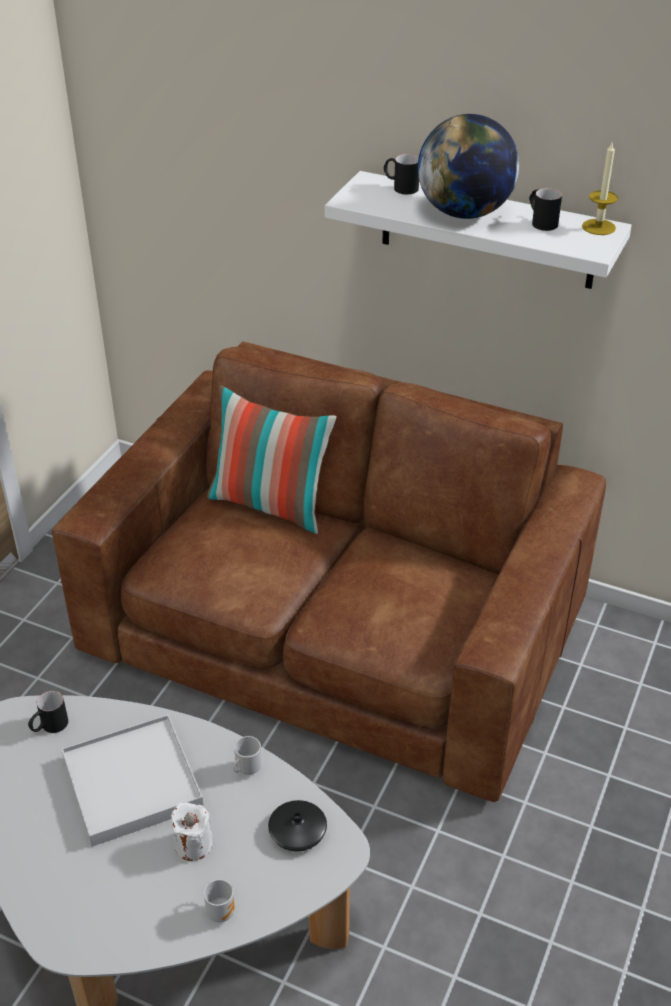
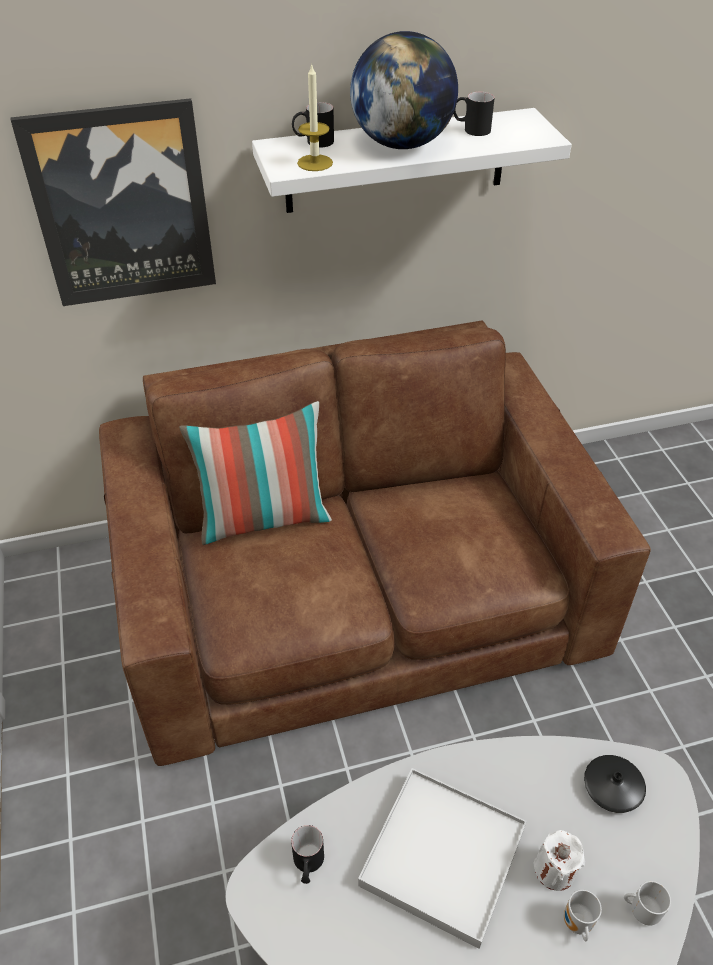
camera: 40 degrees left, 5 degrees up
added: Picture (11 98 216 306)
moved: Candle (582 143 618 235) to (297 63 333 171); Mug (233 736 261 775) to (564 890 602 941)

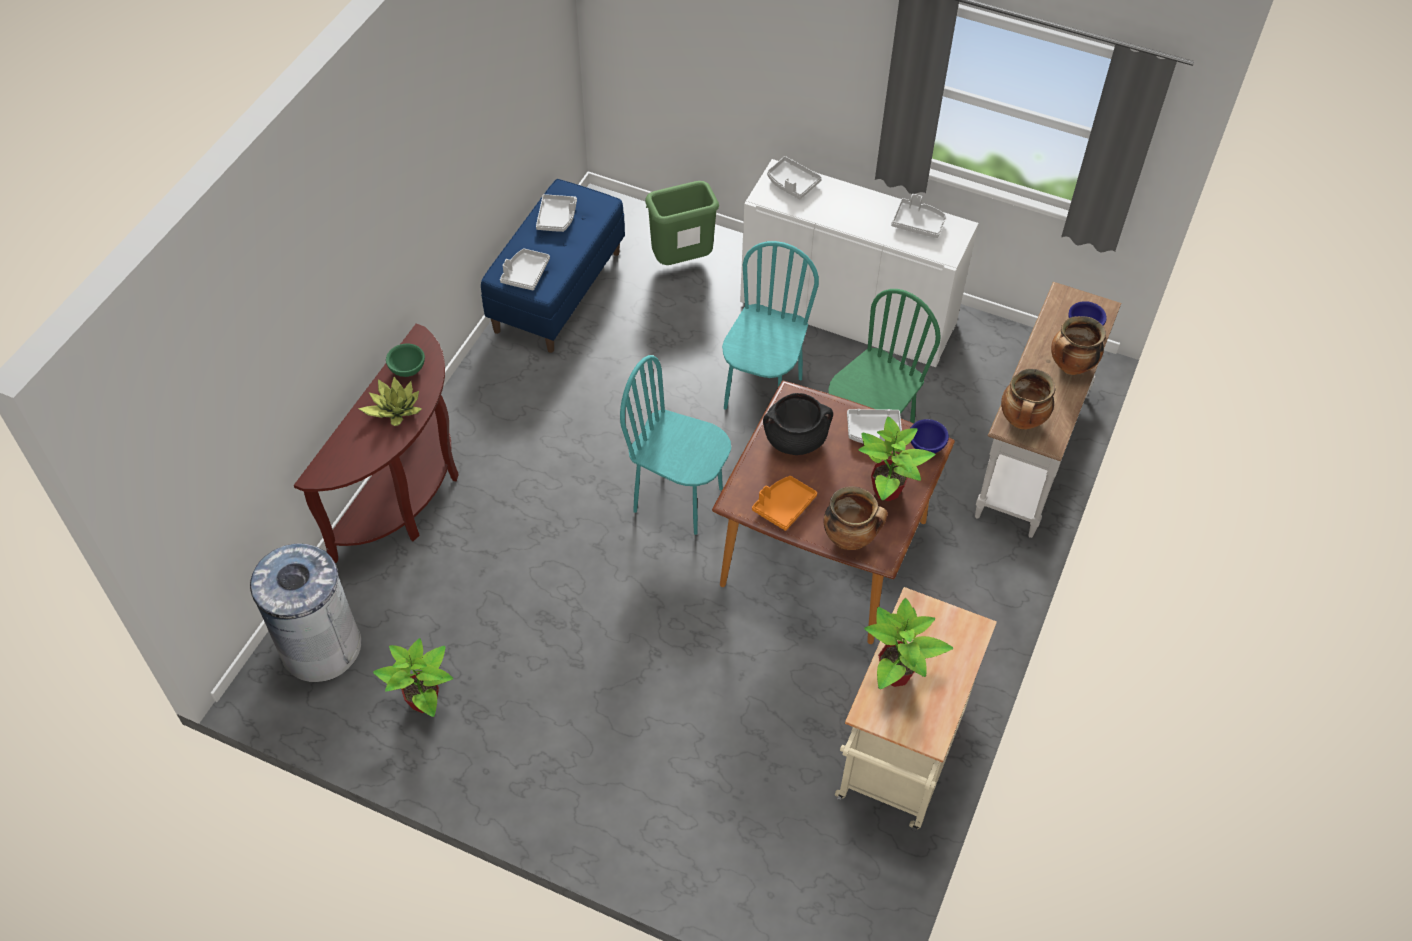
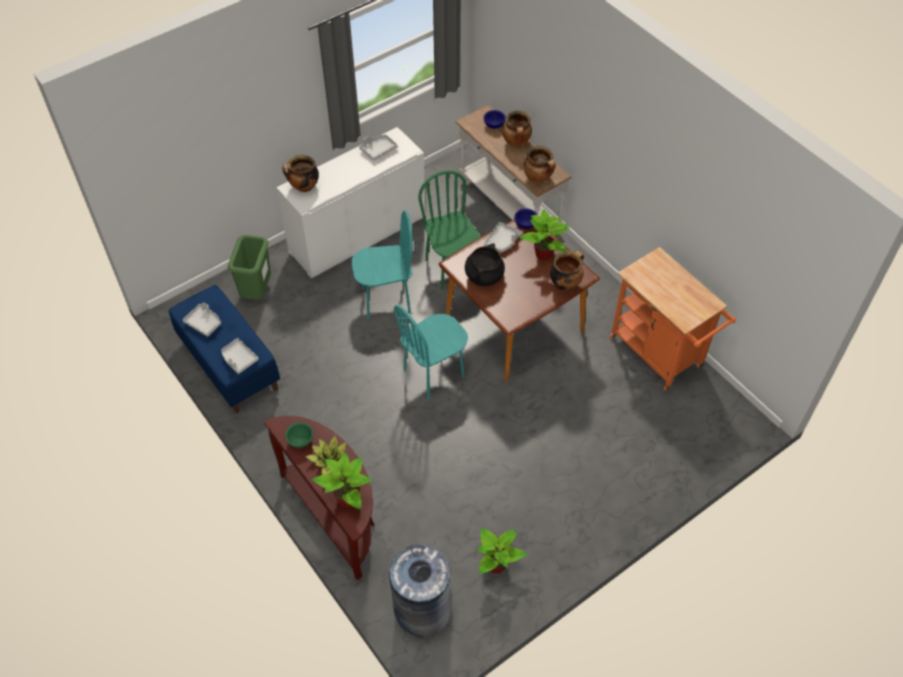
camera: 60 degrees left, 0 degrees up
removed: OrangeTray (752 476 817 531)
moved: PottedPlant (864 598 953 689) to (312 453 372 509)
replaced: GreyTray (767 156 822 199) to CookingPot (282 155 319 192)
recoloured: BeigeCart (835 587 997 831) to OrangeCart (609 247 736 391)
turned: TurquoiseChair (722 241 819 410) = (352 210 413 319) 120 degrees clockwise

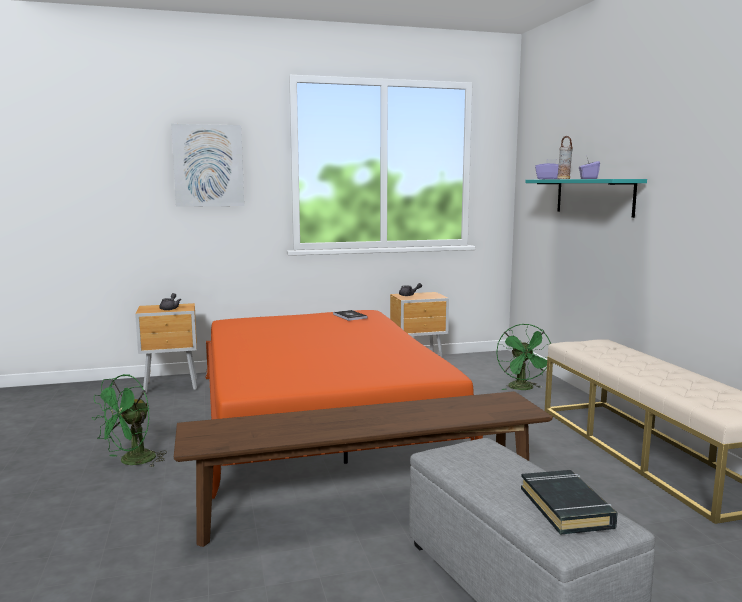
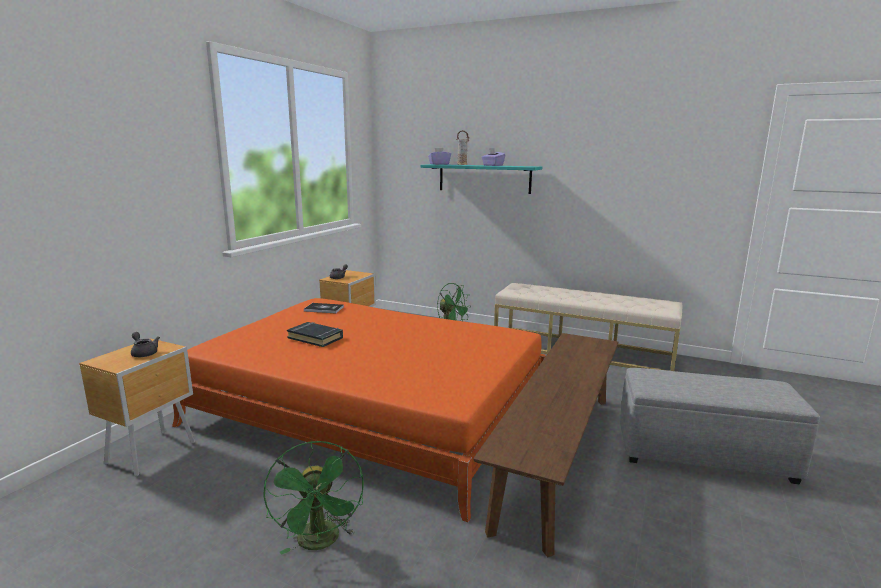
camera: 50 degrees left, 5 degrees up
removed: Picture (171 124 244 207)
moved: BlackBook (521 470 618 535) to (287 322 343 347)

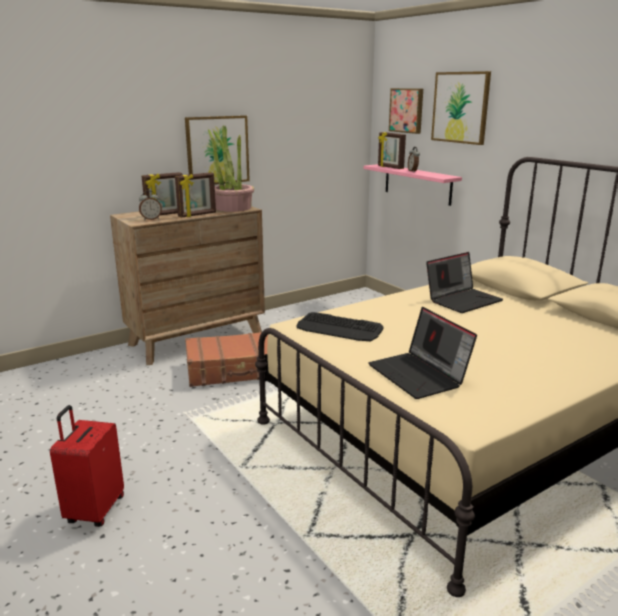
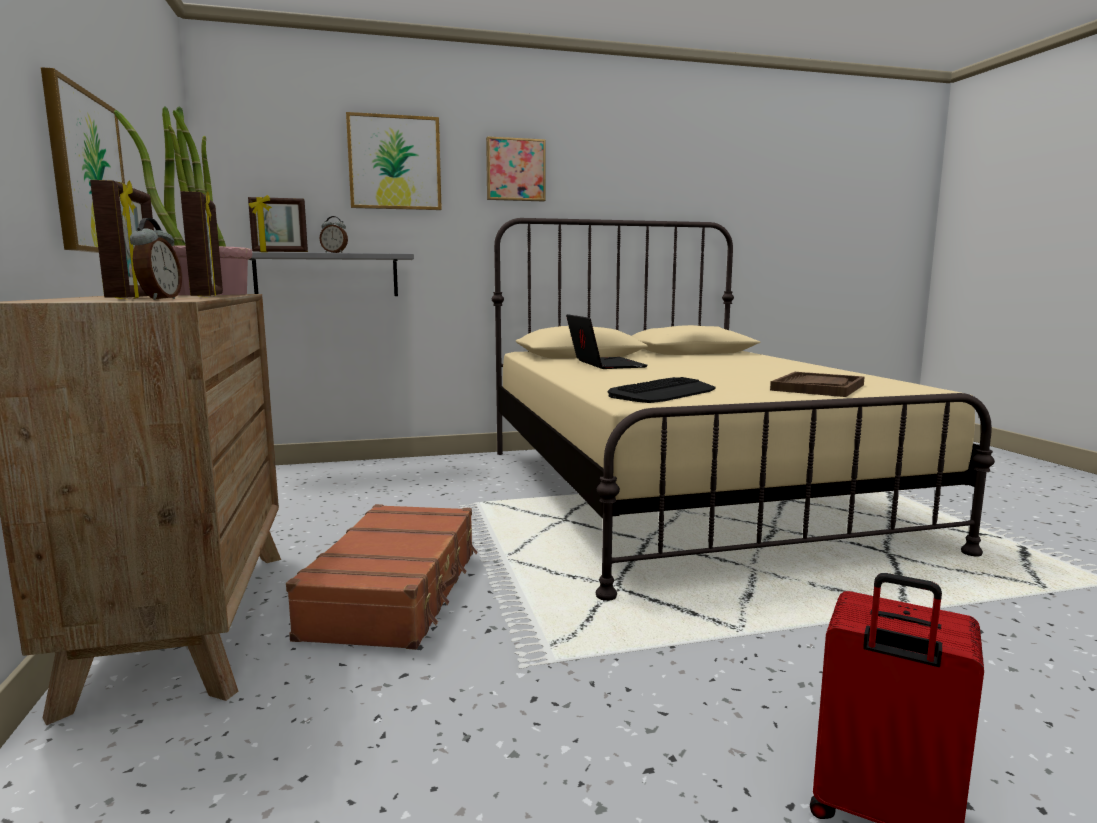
camera: 70 degrees left, 10 degrees down
moved: Picture (389 88 423 134) to (486 136 546 202)
replaced: Laptop (368 307 477 399) to BrownTray (770 372 865 397)
recoloured: PinkShelf (364 164 462 206) to GreyShelf (249 252 414 296)

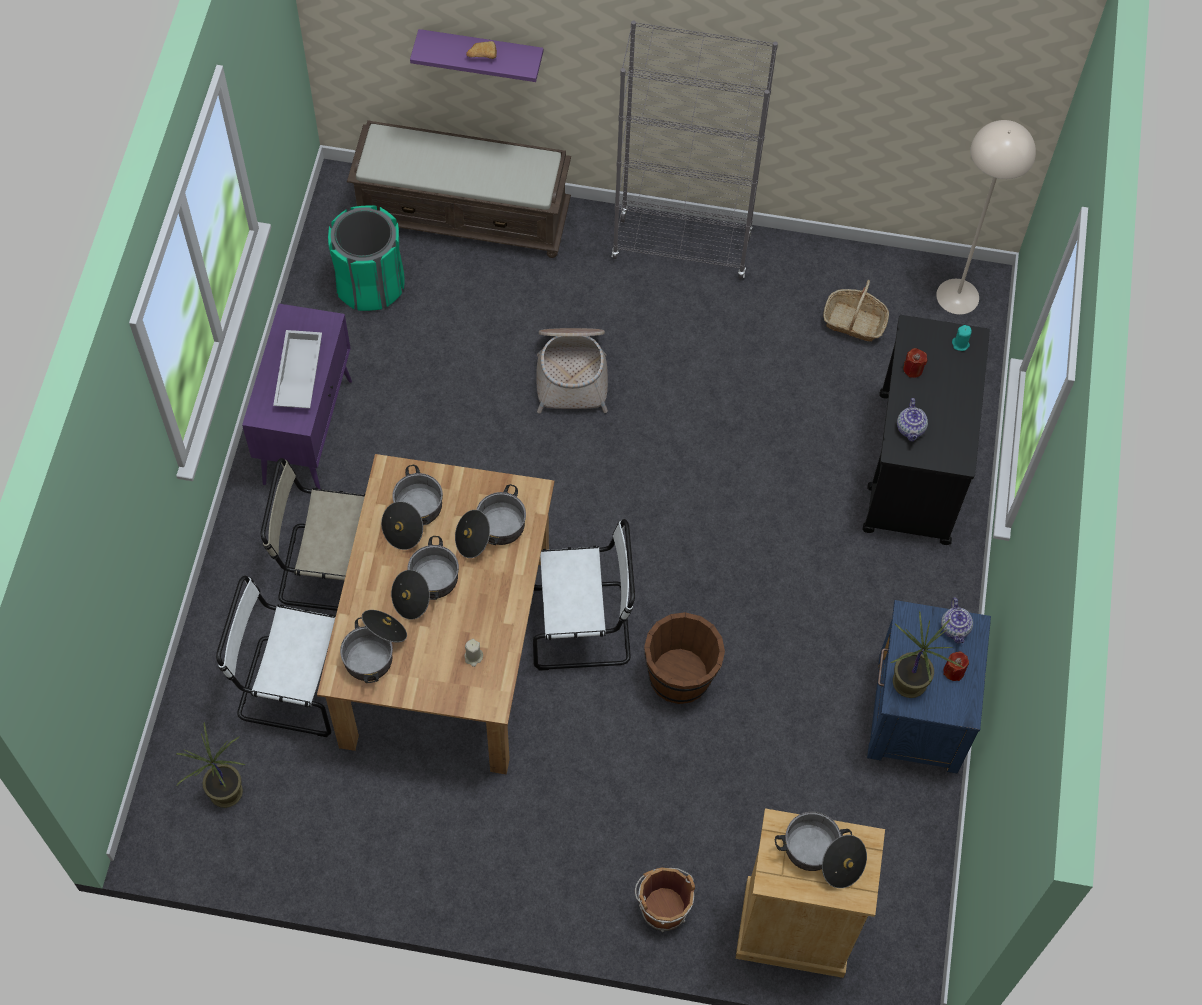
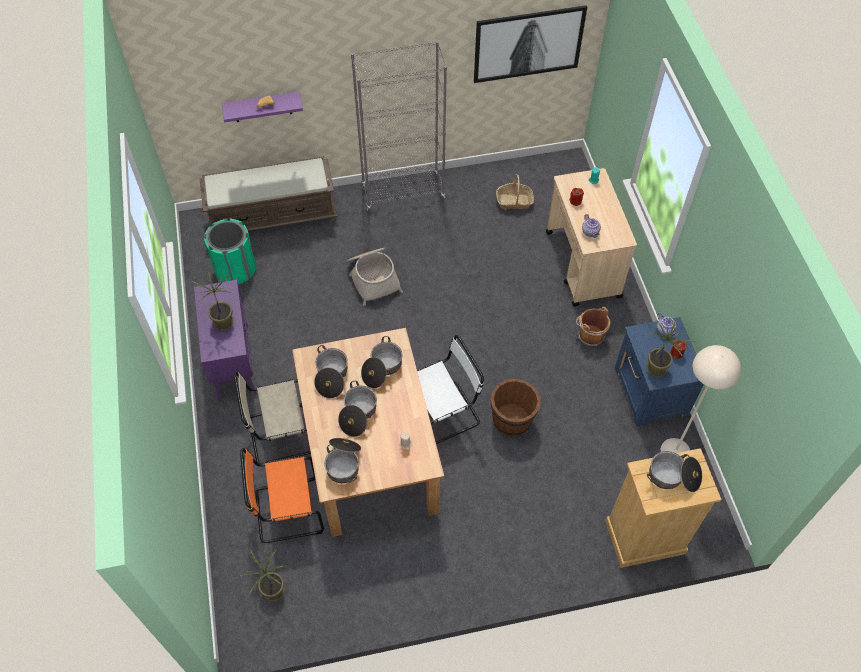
camera: 20 degrees left, 5 degrees down
added: Picture (474 5 587 83)
moved: BeigeFloorLamp (936 120 1036 314) to (661 345 741 453); BrownBucket (635 868 695 932) to (576 307 610 346)
replaced: WhiteTray (273 330 322 408) to PottedPlant (190 272 234 330)
recoloured: BlackCart (863 315 990 545) to BeigeCart (546 168 637 307); WhiteChair (216 576 336 737) to OrangeChair (240 448 324 543)

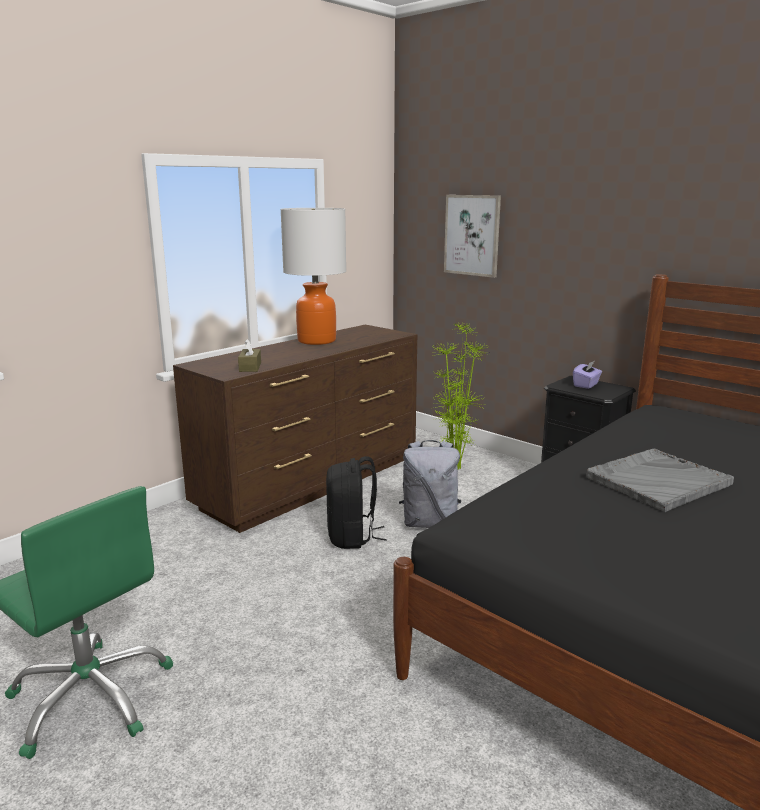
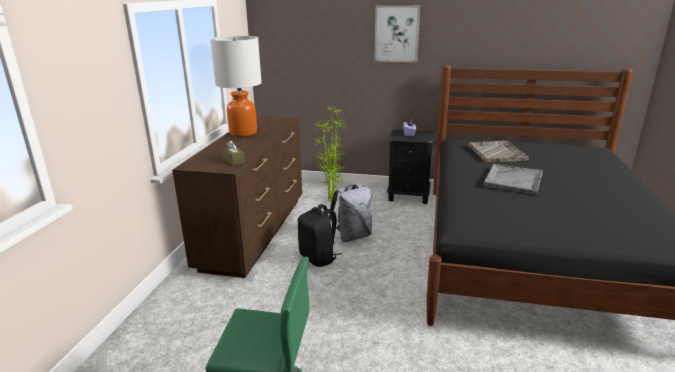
camera: 30 degrees left, 5 degrees up
added: GreyTray (468 141 529 162)
moved: Picture (444 195 501 278) to (374 5 420 62)

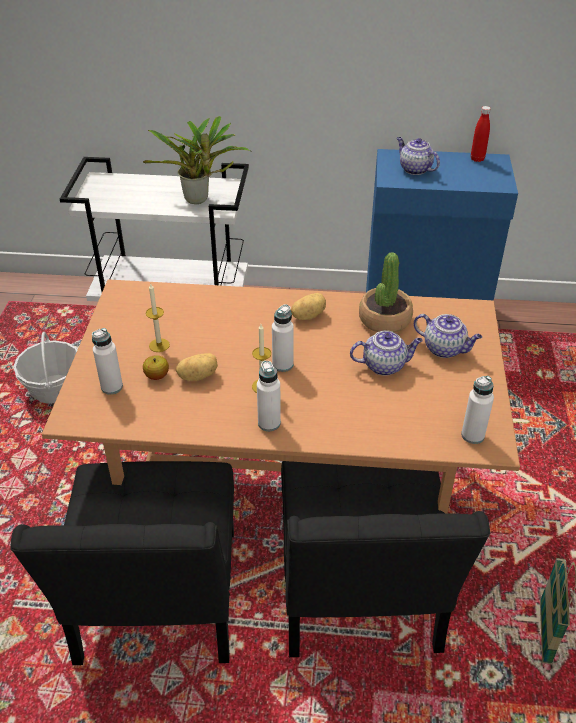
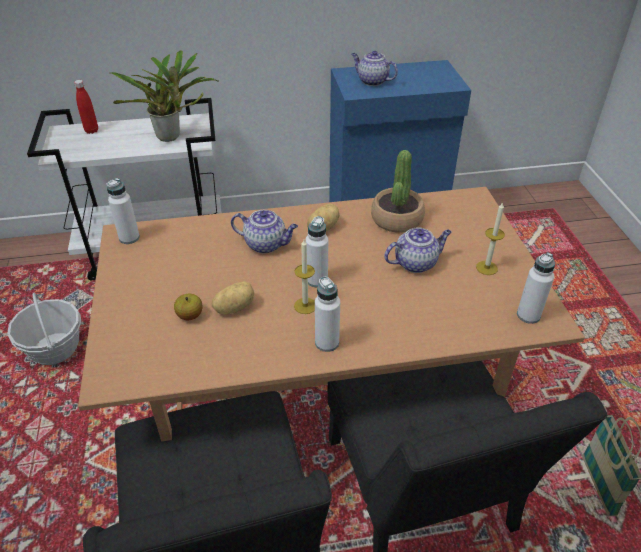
camera: 15 degrees left, 0 degrees up
moved: RedBottle (471 106 491 162) to (74 80 98 134); Candle (146 284 170 352) to (476 202 505 275); Teapot (414 314 482 358) to (231 210 298 253); WhiteBottle (92 328 123 394) to (107 178 140 244)

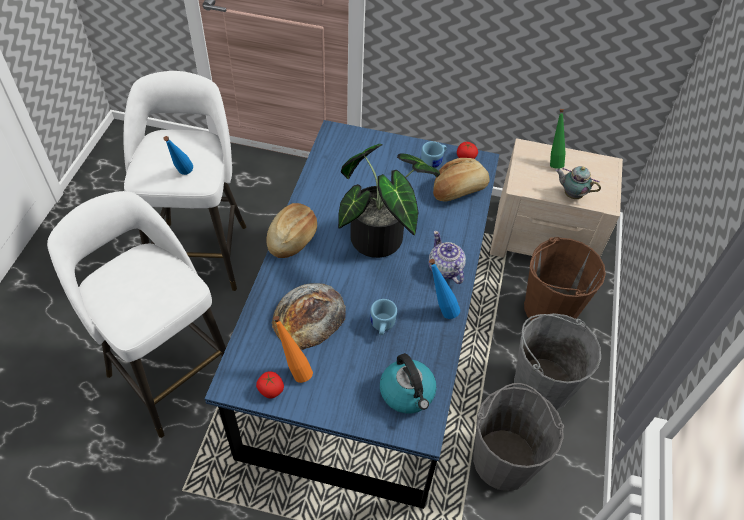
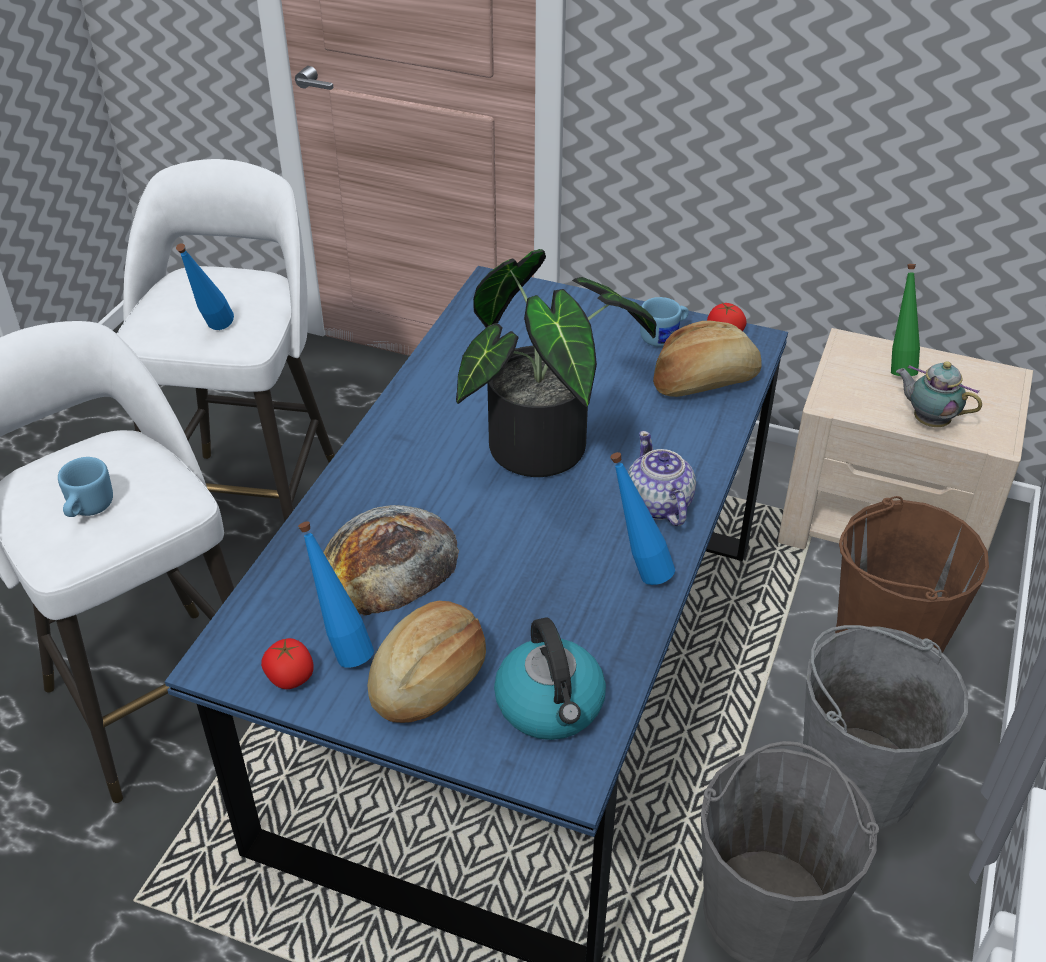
camera: 10 degrees right, 10 degrees down
moved: Bread (267 203 317 258) to (367 601 486 723); BlueMug (370 299 397 335) to (58 457 113 517)
recoloured: OrangeBottle (273 316 313 383) to BlueBottle (298 521 374 668)

